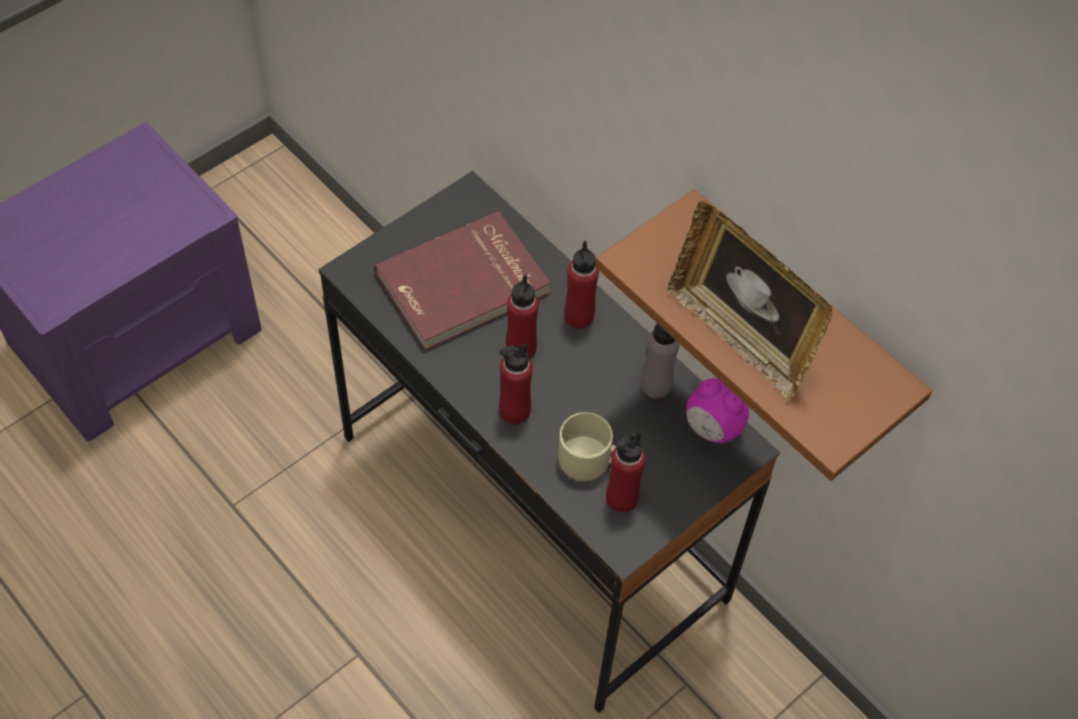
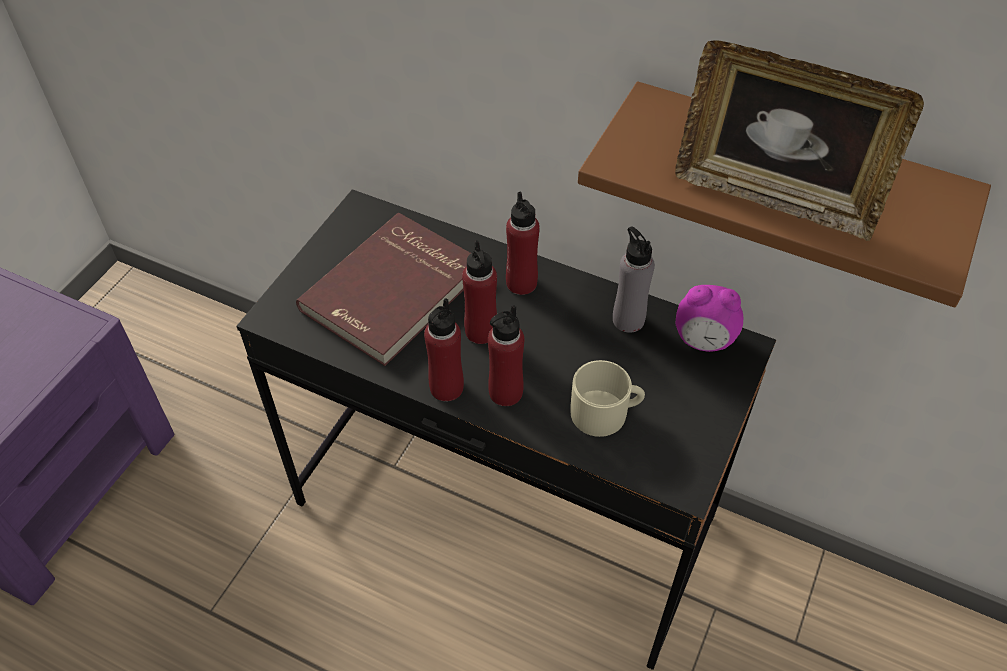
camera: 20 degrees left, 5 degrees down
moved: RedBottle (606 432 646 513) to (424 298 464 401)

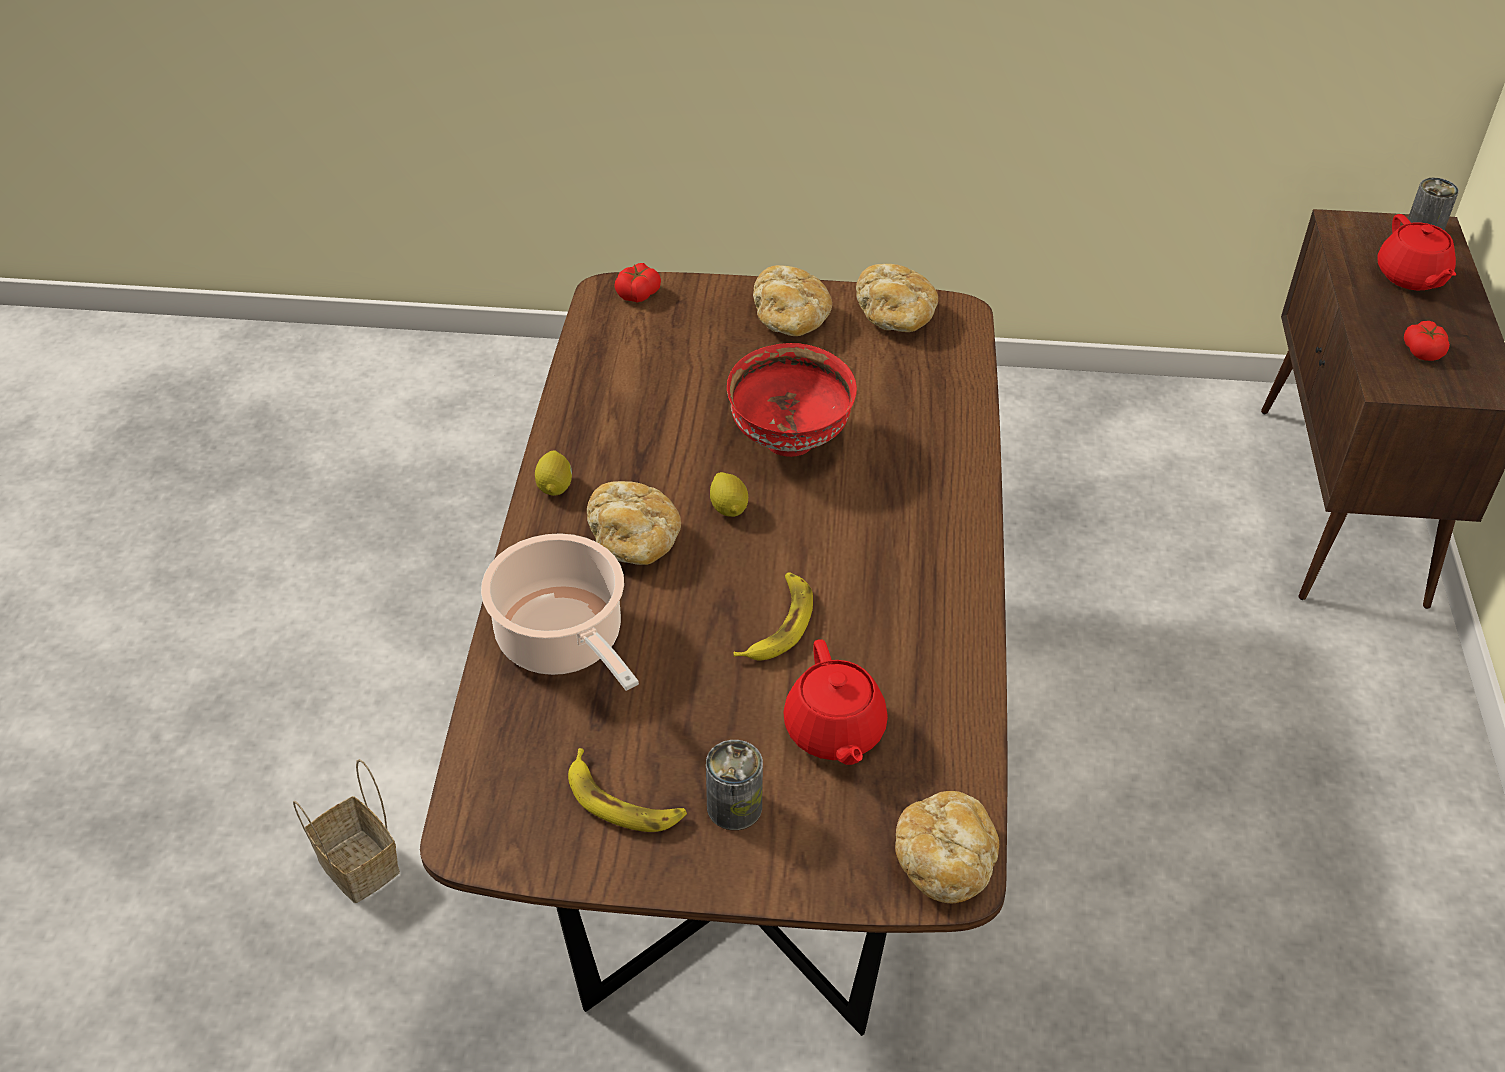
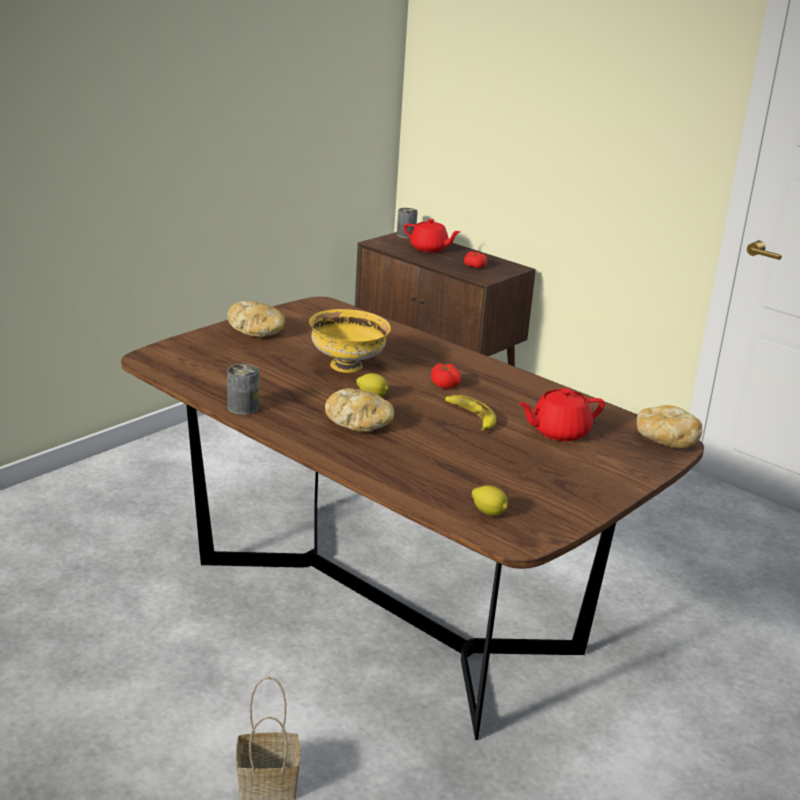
camera: 55 degrees left, 20 degrees down
removed: Bread (856 264 938 332); CookingPot (481 533 639 691); Banana (568 748 687 832)
moved: Tomato (614 263 661 302) to (431 363 461 389); Lemon (535 450 572 496) to (472 485 508 516); Can (706 740 763 830) to (227 364 259 415)
recoloured: RedBowl (727 343 857 457) to YellowBowl (309 309 391 373)
turned: RedTeapot (783 639 888 765) = (518 388 605 441) 135 degrees clockwise

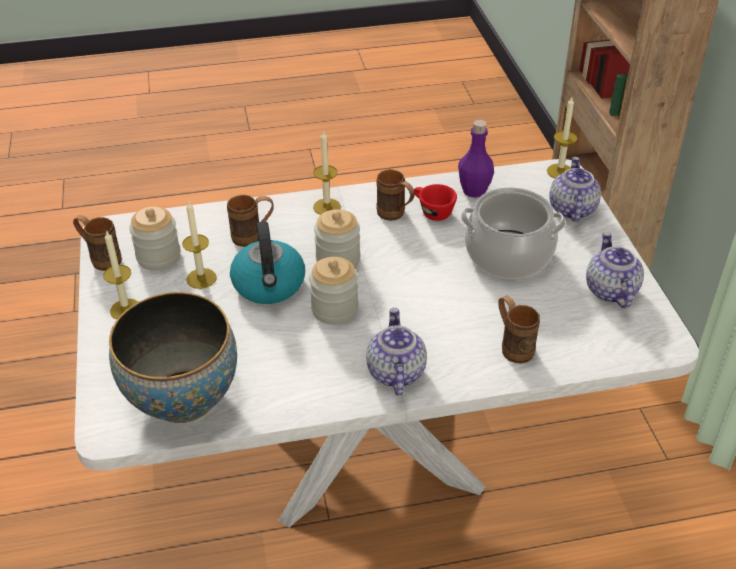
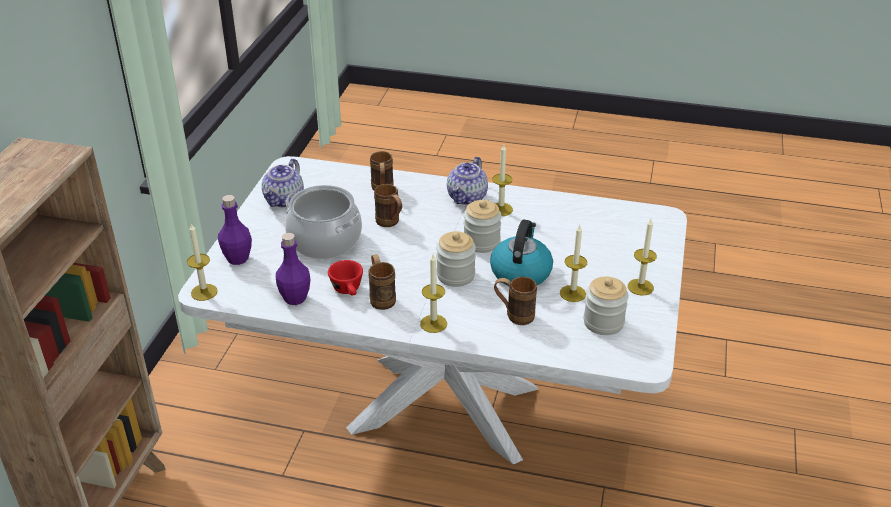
camera: 155 degrees left, 5 degrees down
removed: Bowl (109 292 237 423)
added: Candle (492 145 513 216)
moved: BrownMug (73 215 122 271) to (374 184 402 227)
replaced: Teapot (549 157 601 222) to PurpleBottle (218 195 252 265)

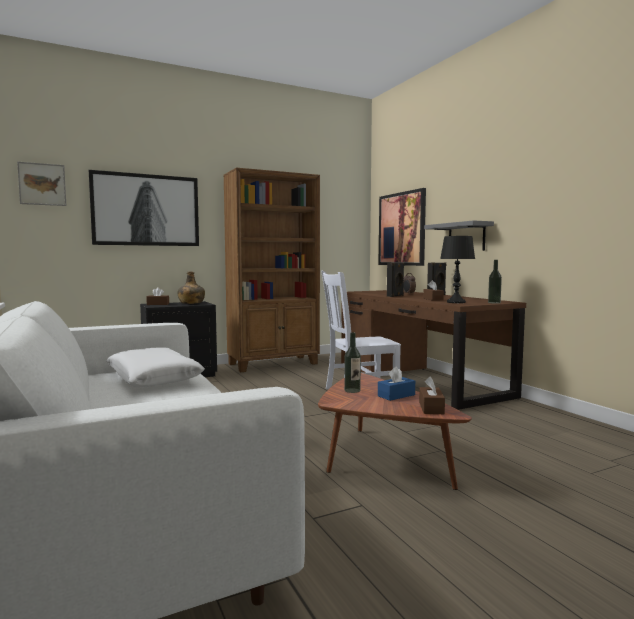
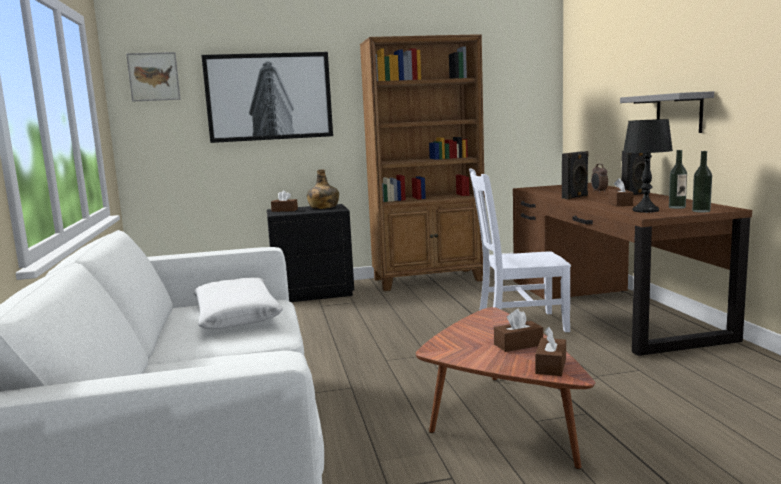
camera: 15 degrees right, 5 degrees up
removed: Picture (378 188 426 266)
moved: Bottle (344 332 361 393) to (669 150 687 209)
recoloured: BlueTissueBox (378 367 415 401) to BrownTissueBox (494 309 543 352)

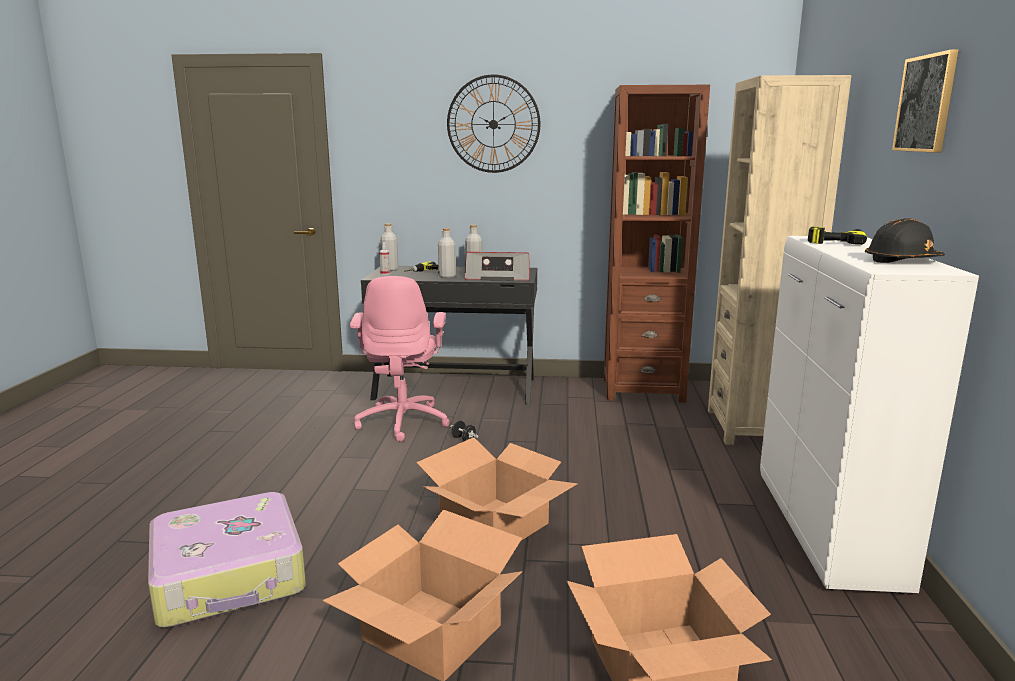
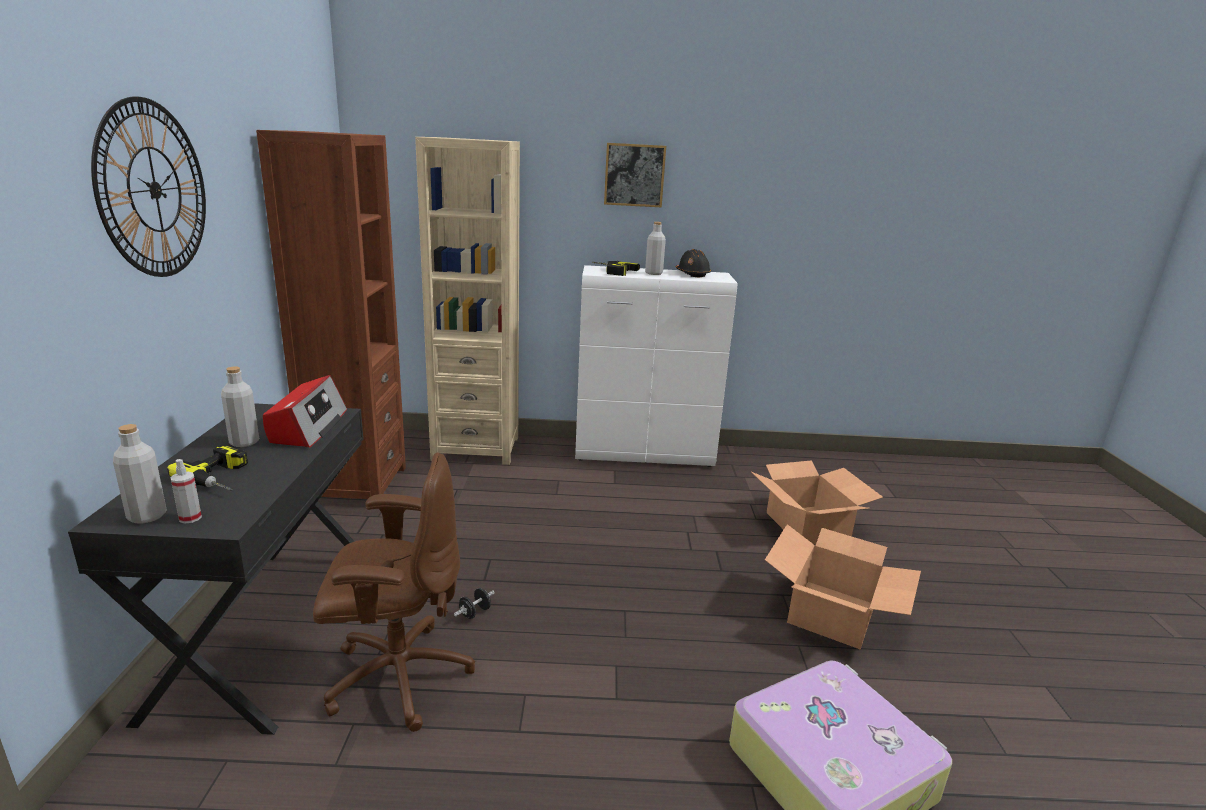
camera: 95 degrees left, 5 degrees up
removed: CardboardBox (416 437 578 541)
moved: GreyBottle (438 228 456 278) to (645 222 666 275)
recoloured: PinkOfficeChair (350 276 450 442) to BrownOfficeChair (313 453 475 732)

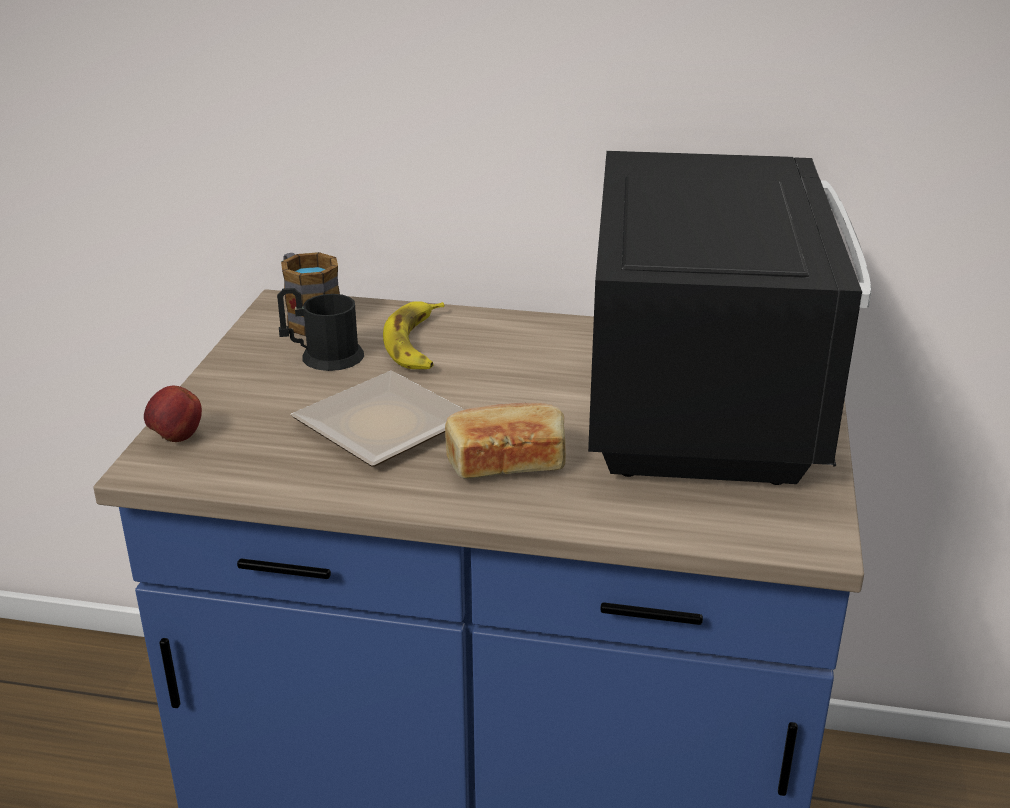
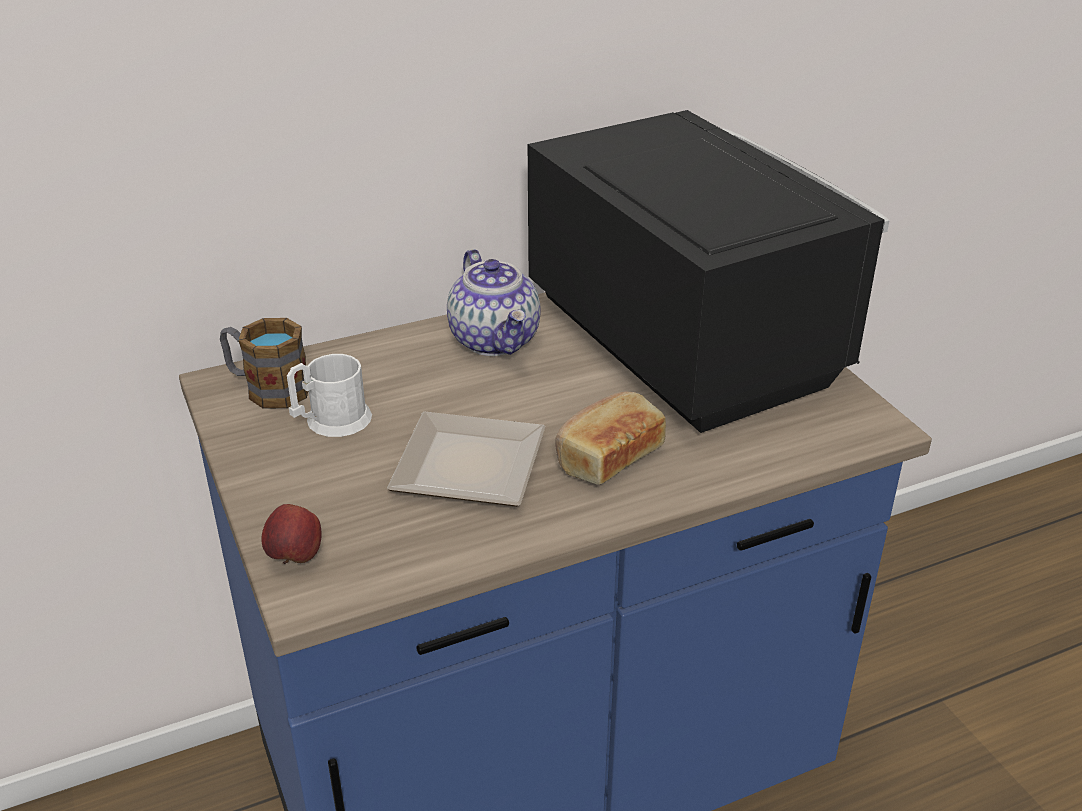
camera: 35 degrees left, 5 degrees up
removed: Banana (383 301 444 369)
added: Teapot (447 249 541 356)
recoloured: BlackMug (277 288 364 371) to WhiteMug (287 354 372 437)

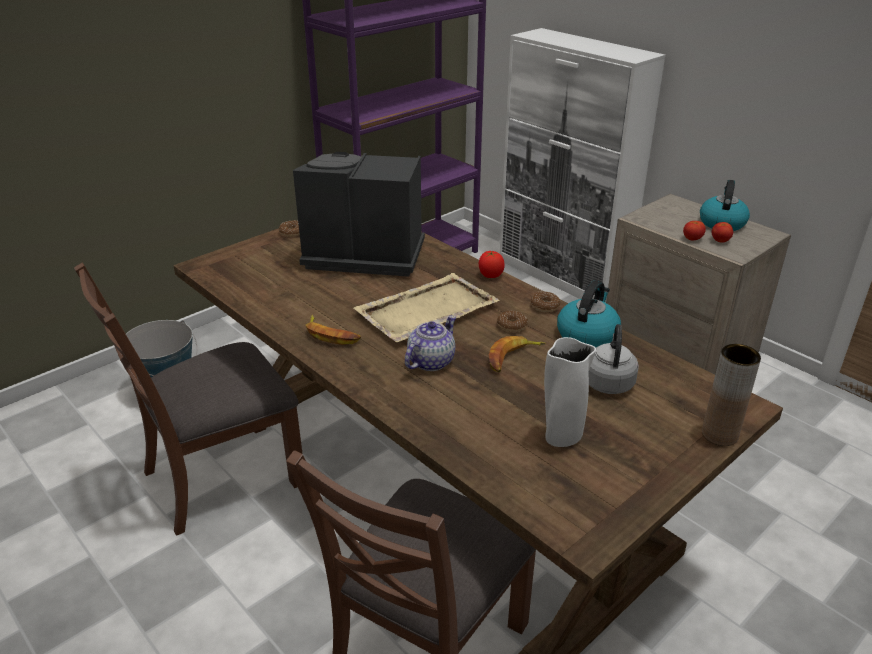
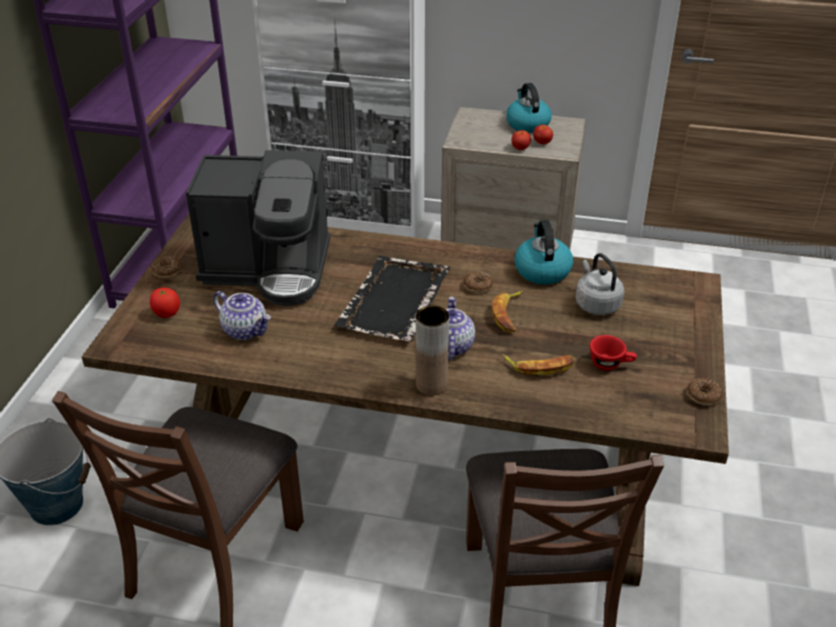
camera: 35 degrees left, 5 degrees up
added: Teapot (213 291 271 340)
moved: Tomato (479 251 505 278) to (150 288 180 318); Donut (531 291 561 312) to (687 378 722 405); Banana (306 315 361 345) to (502 354 574 376); BrownVase (702 344 761 446) to (416 306 449 396)
replaced: WhiteVase (544 337 596 447) to RedCup (590 335 637 370)
recoloured: BeigeTray (353 273 500 342) to BlackTray (334 255 450 342)
turned: CoffeeMachine (293 152 425 277) = (186 150 330 306) 150 degrees counterclockwise

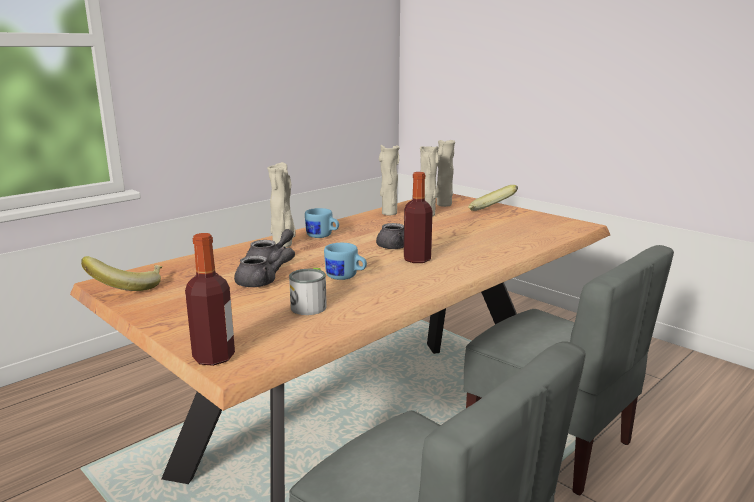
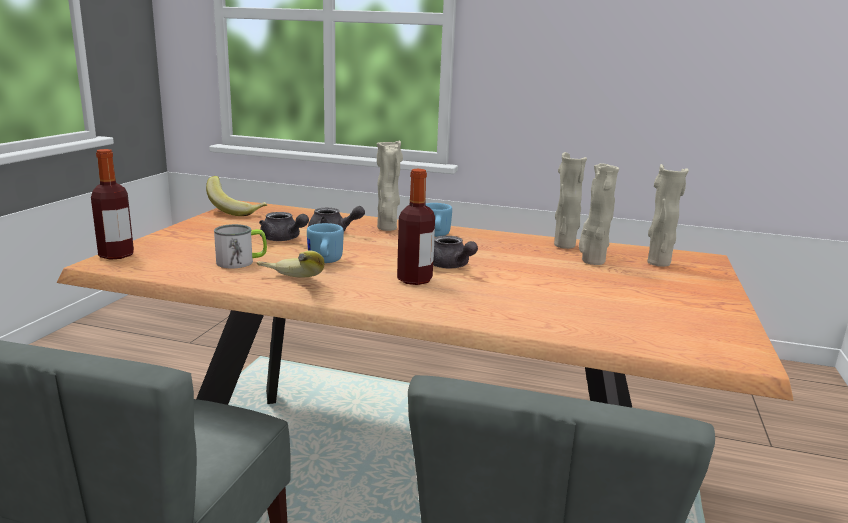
camera: 60 degrees right, 0 degrees up
moved: Banana (468 185 518 211) to (257 250 324 278)

